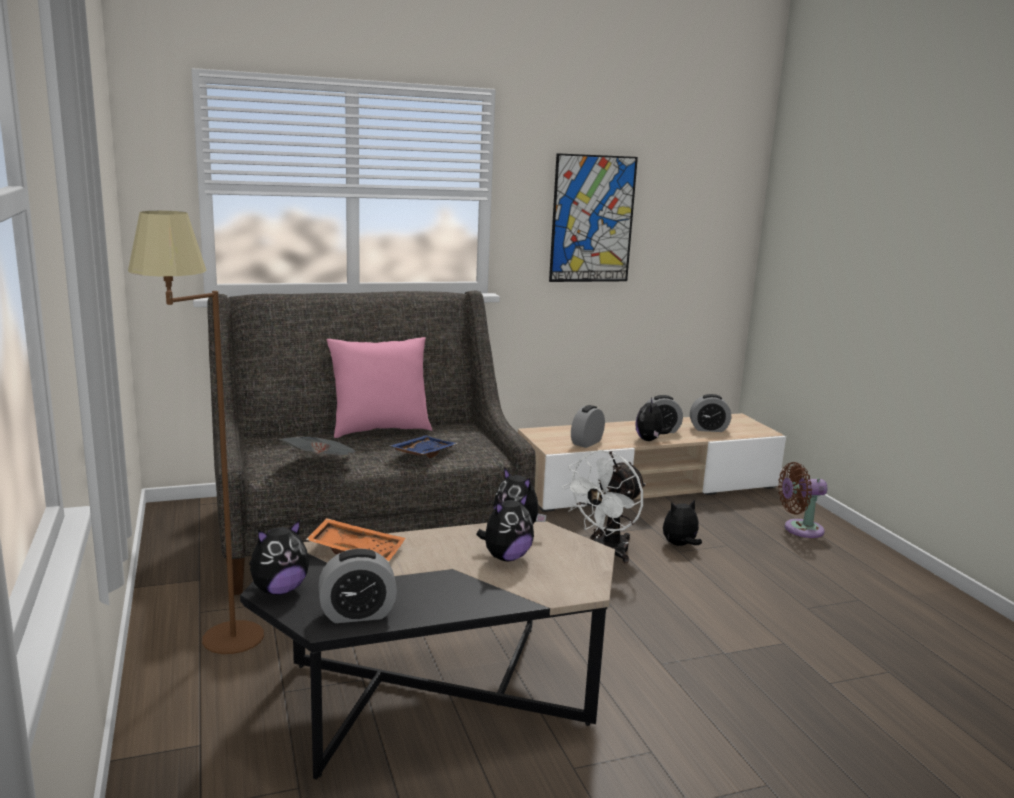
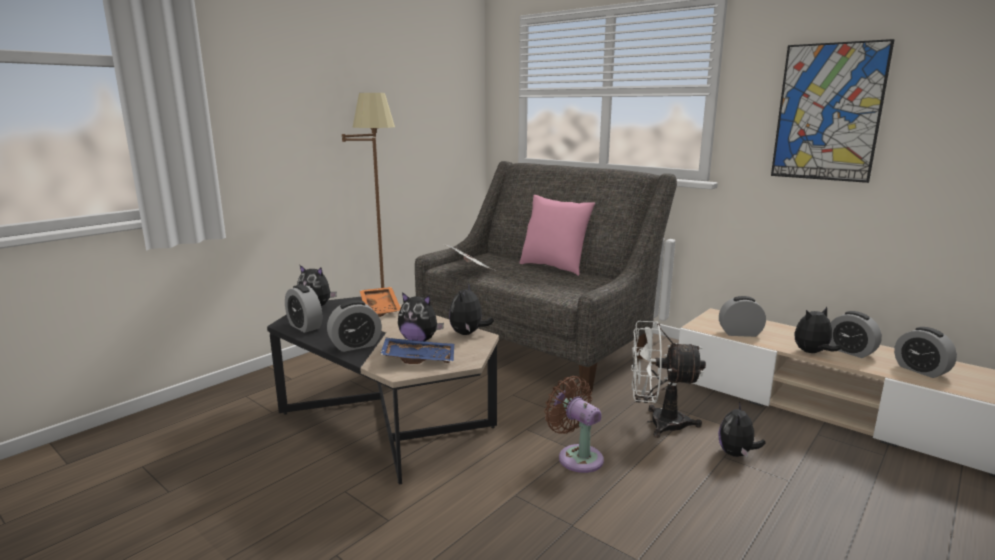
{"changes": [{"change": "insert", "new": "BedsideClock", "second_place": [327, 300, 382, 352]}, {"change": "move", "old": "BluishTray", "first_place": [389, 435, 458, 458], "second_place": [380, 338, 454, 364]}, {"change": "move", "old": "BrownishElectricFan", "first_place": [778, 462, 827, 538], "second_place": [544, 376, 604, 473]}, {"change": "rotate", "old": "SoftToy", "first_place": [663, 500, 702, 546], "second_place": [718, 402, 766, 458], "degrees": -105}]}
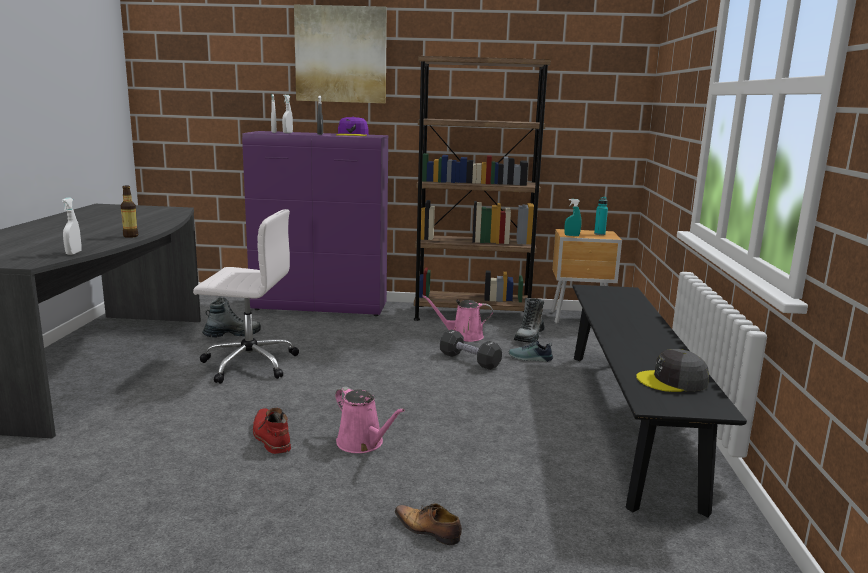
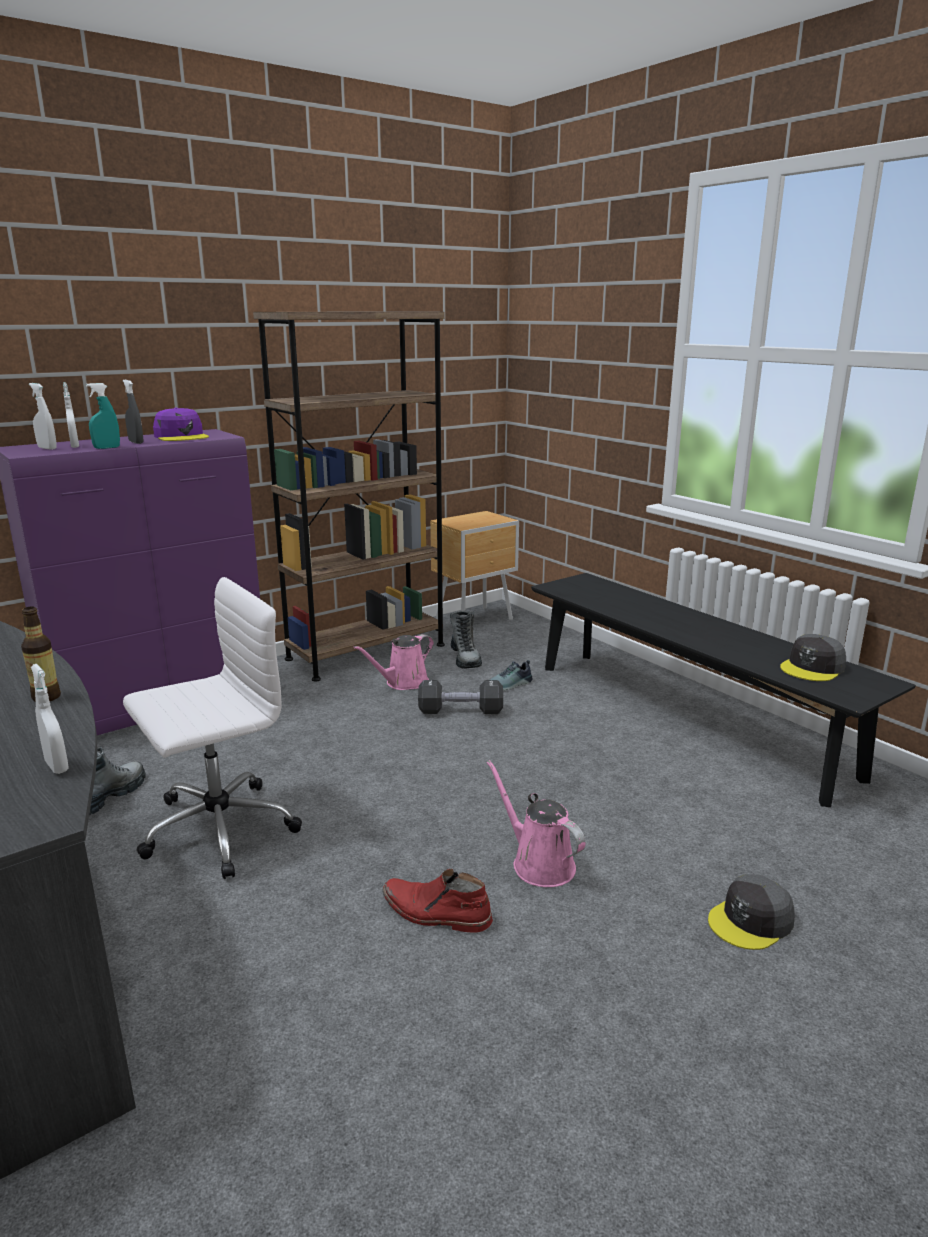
{"changes": [{"change": "delete", "old": "WallArt", "first_place": [294, 5, 387, 103]}, {"change": "delete", "old": "TurquoiseBottle", "first_place": [594, 197, 608, 235]}, {"change": "move", "old": "TurquoiseHandSprayer", "first_place": [564, 199, 581, 236], "second_place": [86, 383, 120, 449]}, {"change": "replace", "old": "LowShoe", "new": "GreyishPeakedCap", "first_place": [395, 503, 462, 545], "second_place": [708, 874, 795, 950]}, {"change": "rotate", "old": "PinkWateringCan", "first_place": [335, 386, 405, 453], "second_place": [487, 760, 585, 887], "degrees": -135}]}
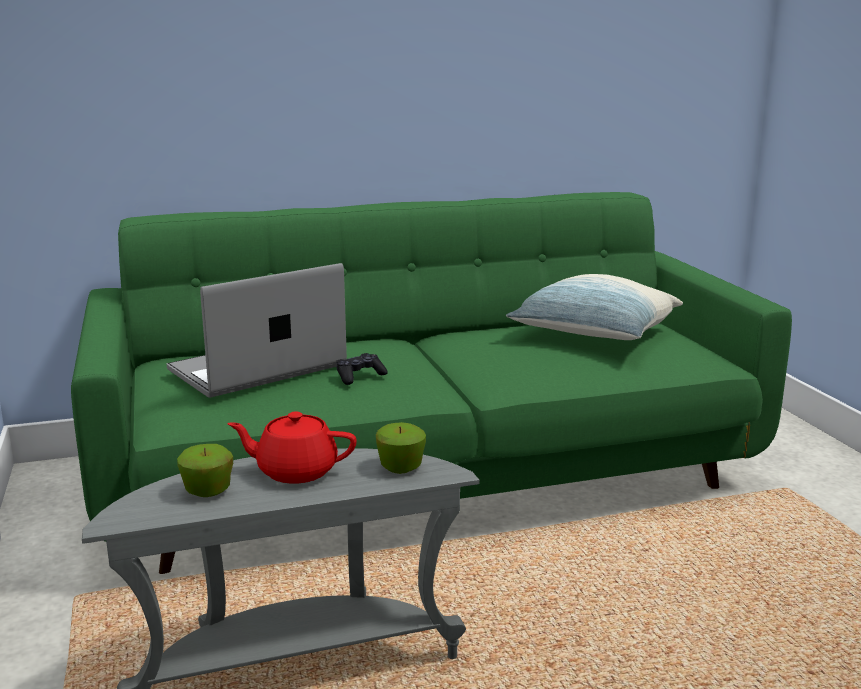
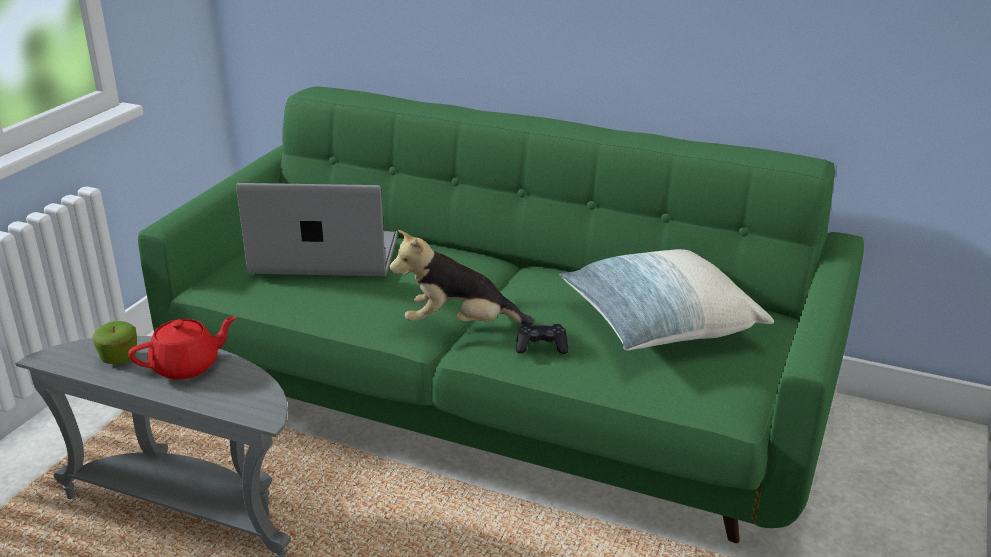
{"changes": [{"change": "delete", "old": "AppleFruit", "first_place": [376, 422, 426, 474]}, {"change": "insert", "new": "SoftToy", "second_place": [389, 230, 534, 325]}, {"change": "move", "old": "BlackishJoypad", "first_place": [336, 353, 388, 385], "second_place": [516, 323, 568, 354]}, {"change": "rotate", "old": "RedColouredTeaPot", "first_place": [227, 412, 357, 484], "second_place": [128, 316, 236, 380], "degrees": 105}]}
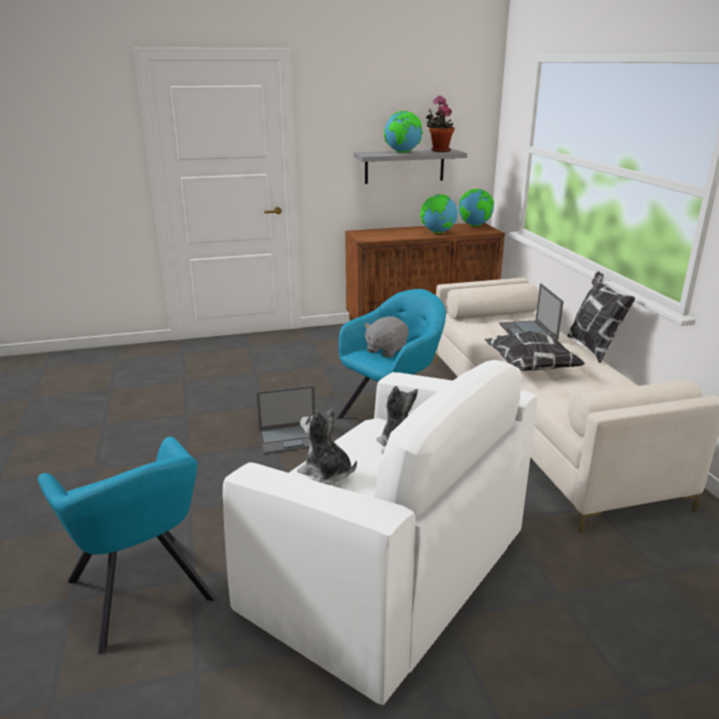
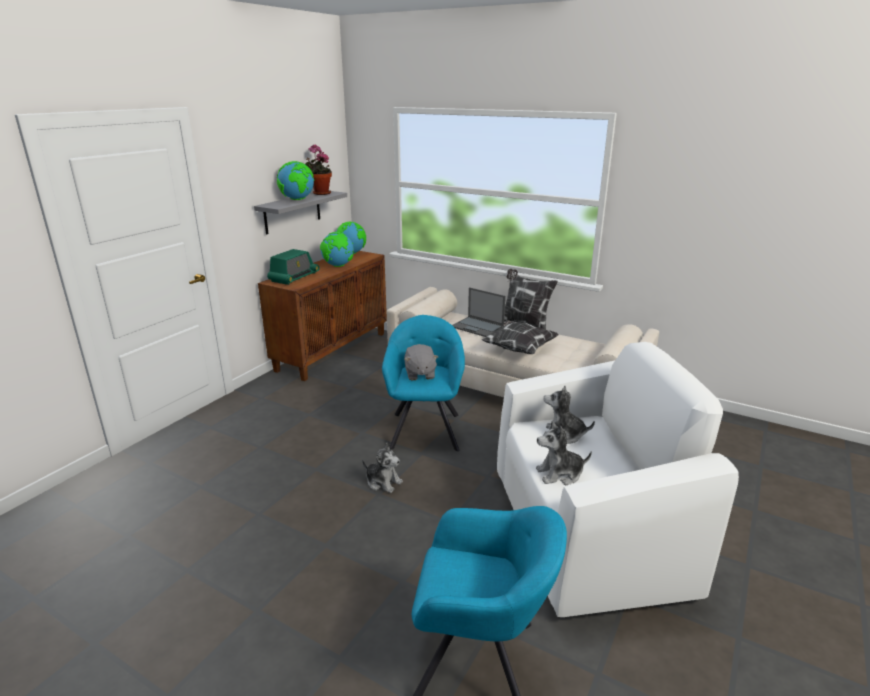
{"changes": [{"change": "insert", "new": "Radio", "second_place": [267, 249, 320, 285]}, {"change": "replace", "old": "Laptop", "new": "SoftToy", "first_place": [256, 385, 315, 454], "second_place": [362, 442, 403, 493]}]}
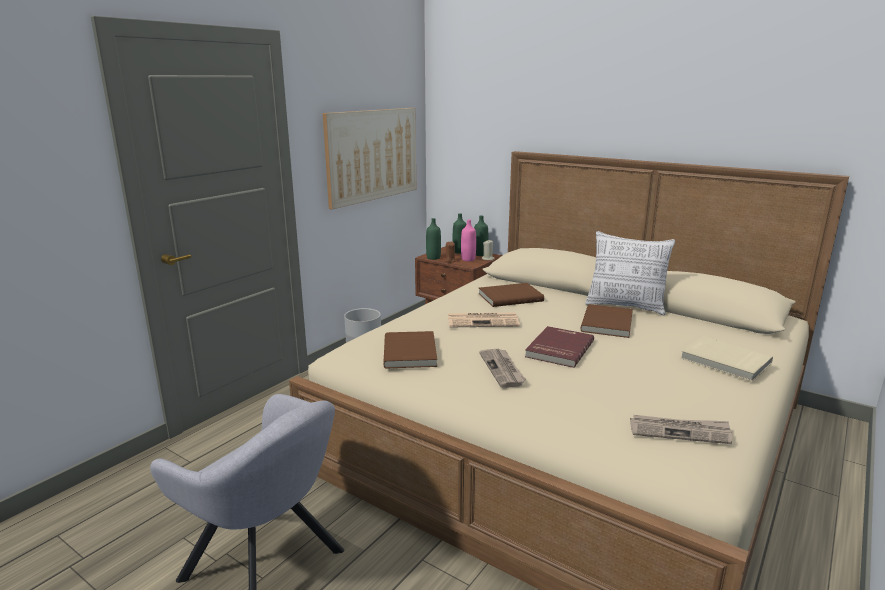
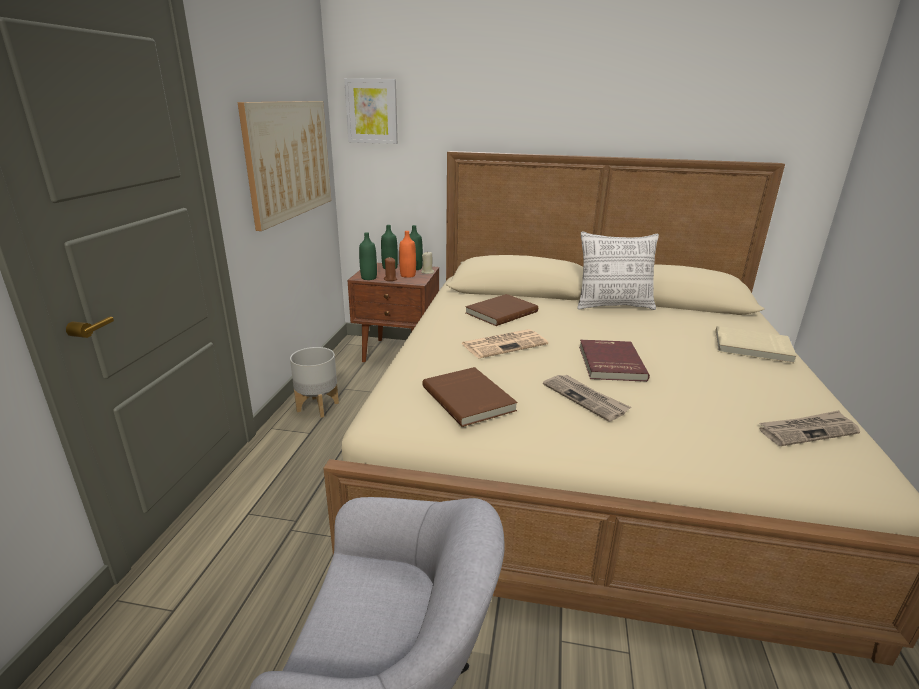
{"changes": [{"change": "delete", "old": "BrownishBoundBook", "first_place": [580, 304, 633, 338]}, {"change": "insert", "new": "WallArt", "second_place": [344, 78, 398, 144]}, {"change": "recolor", "old": "PinkBottle", "new": "OrangeyBottle", "first_place": [461, 219, 476, 261], "second_place": [399, 231, 416, 278]}]}
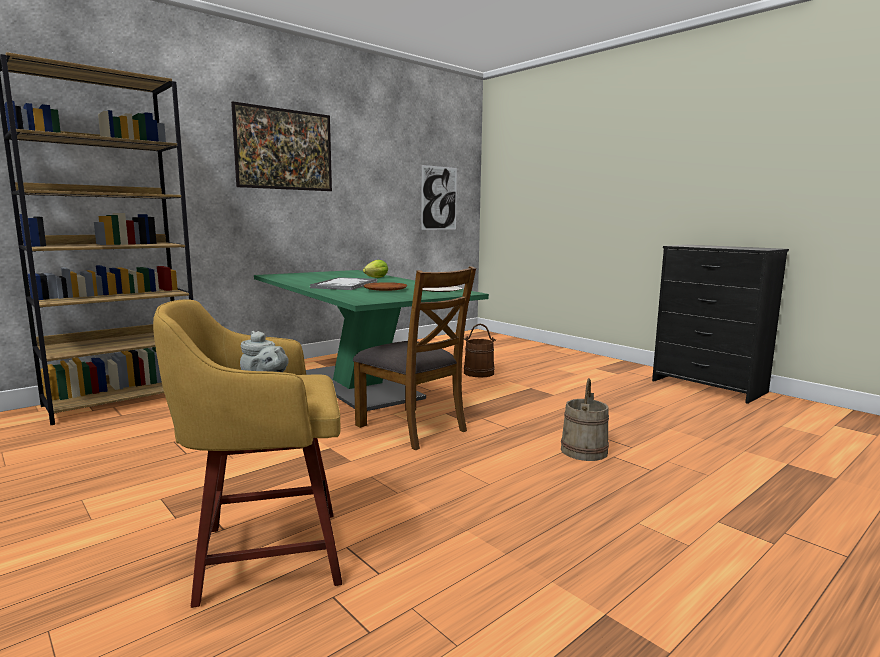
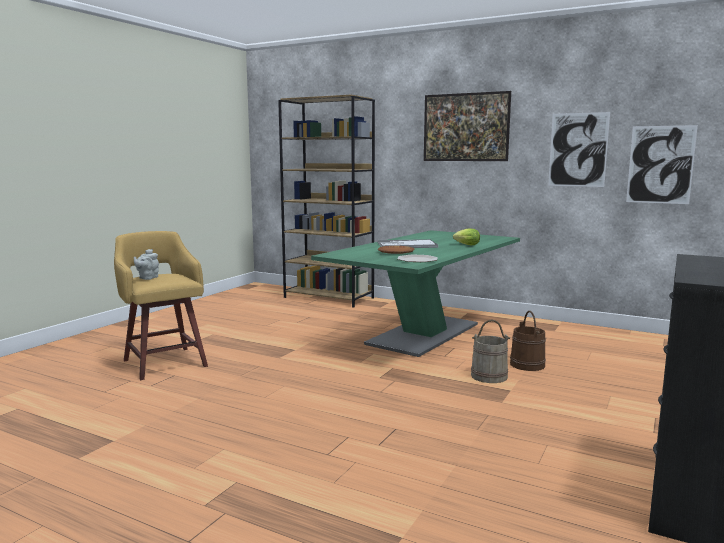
{"changes": [{"change": "delete", "old": "BrownishUprightChair", "first_place": [353, 266, 476, 450]}, {"change": "insert", "new": "WallArt", "second_place": [548, 112, 610, 187]}, {"change": "move", "old": "BeigeColouredBucket", "first_place": [561, 378, 609, 461], "second_place": [471, 319, 510, 383]}]}
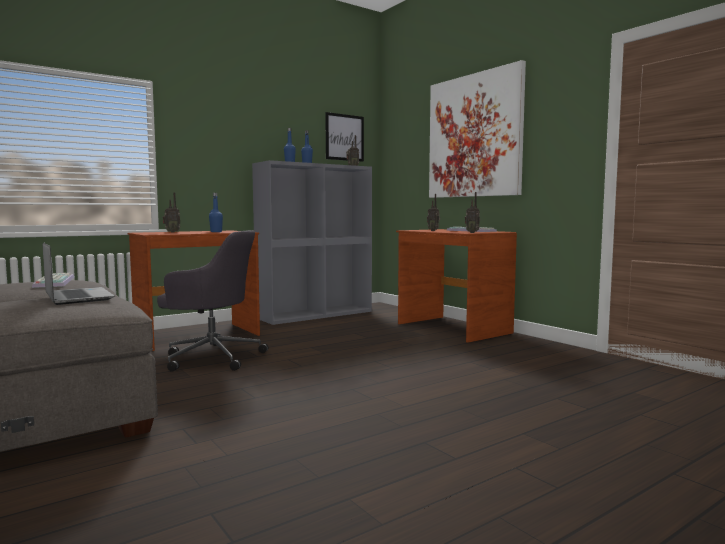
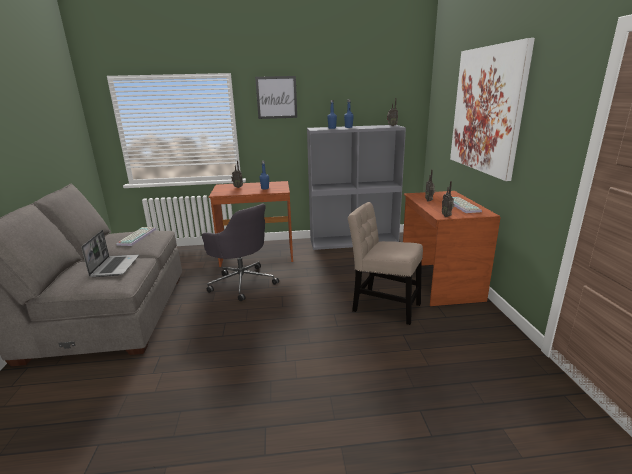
{"changes": [{"change": "insert", "new": "BeigeColouredUprightChair", "second_place": [348, 202, 423, 325]}, {"change": "move", "old": "WallArt", "first_place": [326, 112, 364, 162], "second_place": [255, 76, 297, 119]}]}
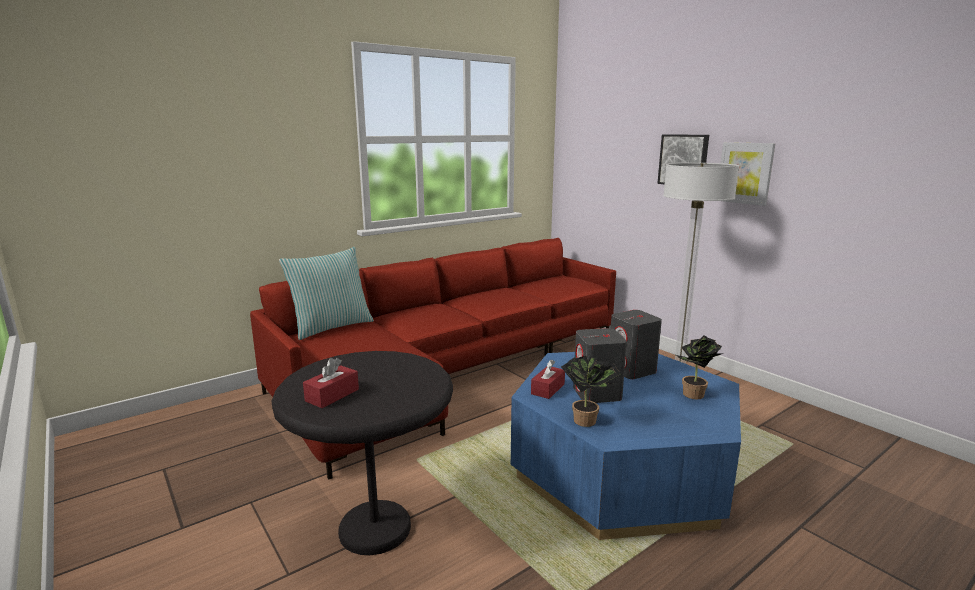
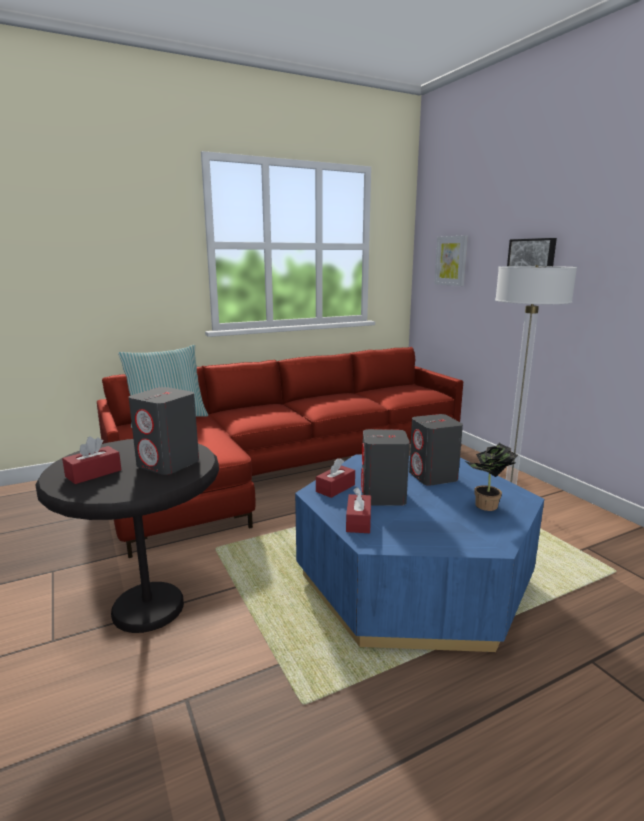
{"changes": [{"change": "insert", "new": "GreyishAudioSpeaker", "second_place": [129, 387, 199, 475]}, {"change": "move", "old": "WallArt", "first_place": [721, 142, 775, 206], "second_place": [434, 235, 468, 286]}, {"change": "replace", "old": "PottedPlant", "new": "RedColouredTissueBox", "first_place": [561, 356, 621, 427], "second_place": [346, 487, 371, 533]}]}
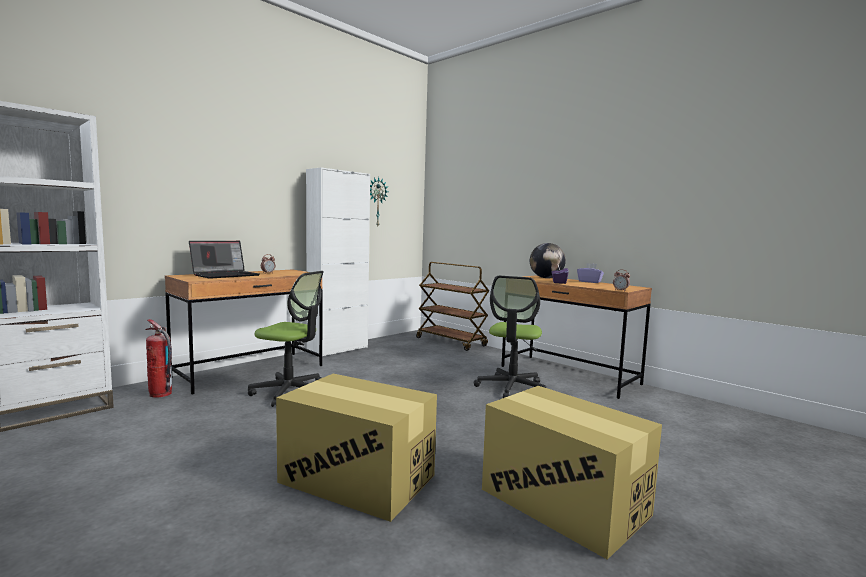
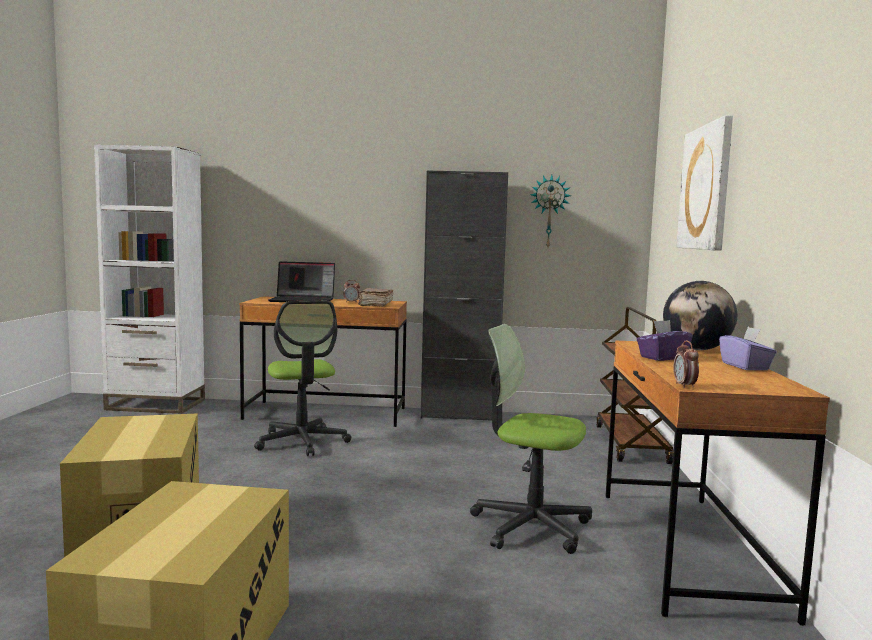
{"changes": [{"change": "delete", "old": "FireFightingCylinder", "first_place": [145, 319, 172, 398]}, {"change": "insert", "new": "BrownishBoundBook", "second_place": [358, 288, 393, 307]}, {"change": "insert", "new": "WallArt", "second_place": [676, 115, 733, 251]}, {"change": "recolor", "old": "WhitishCabinet", "new": "BlackishCabinet", "first_place": [306, 168, 370, 356], "second_place": [421, 170, 508, 421]}, {"change": "rotate", "old": "DeskChair", "first_place": [474, 276, 546, 398], "second_place": [470, 324, 592, 554], "degrees": 45}]}
